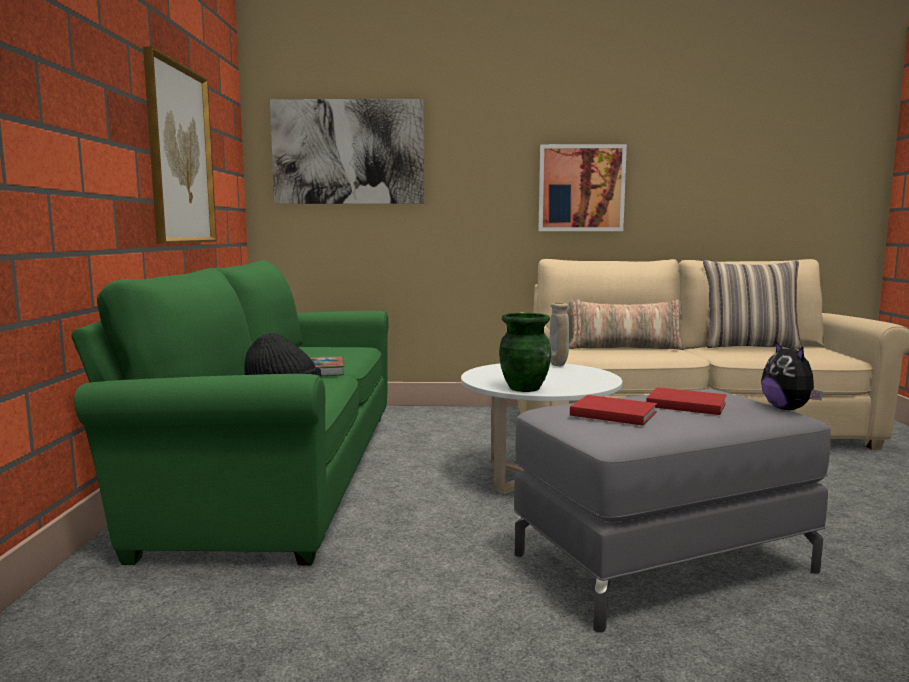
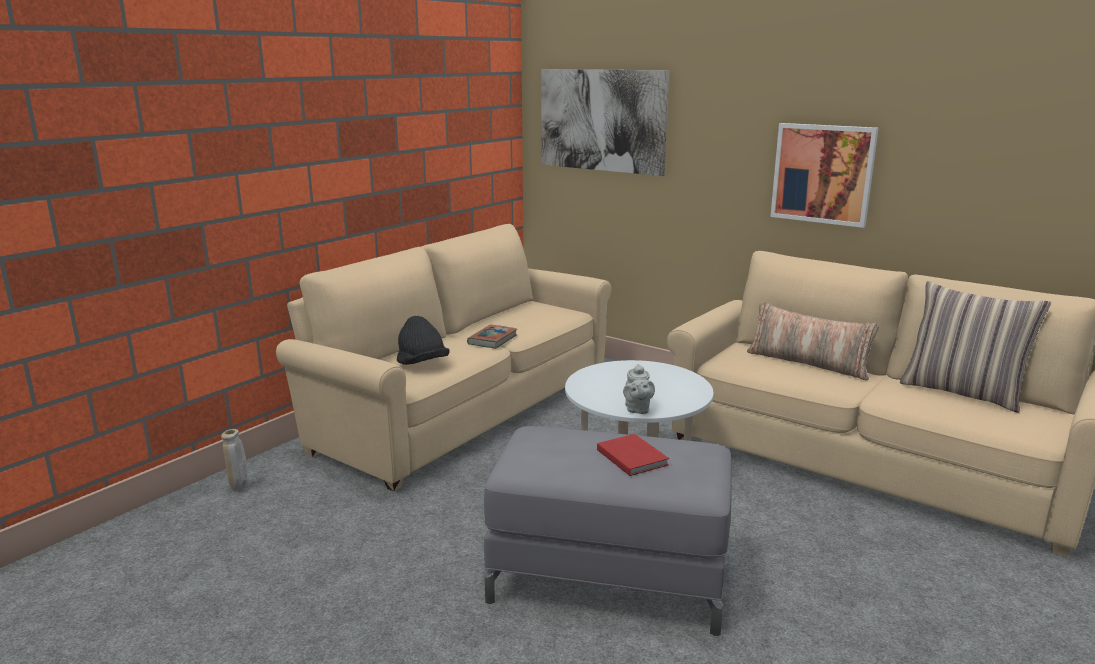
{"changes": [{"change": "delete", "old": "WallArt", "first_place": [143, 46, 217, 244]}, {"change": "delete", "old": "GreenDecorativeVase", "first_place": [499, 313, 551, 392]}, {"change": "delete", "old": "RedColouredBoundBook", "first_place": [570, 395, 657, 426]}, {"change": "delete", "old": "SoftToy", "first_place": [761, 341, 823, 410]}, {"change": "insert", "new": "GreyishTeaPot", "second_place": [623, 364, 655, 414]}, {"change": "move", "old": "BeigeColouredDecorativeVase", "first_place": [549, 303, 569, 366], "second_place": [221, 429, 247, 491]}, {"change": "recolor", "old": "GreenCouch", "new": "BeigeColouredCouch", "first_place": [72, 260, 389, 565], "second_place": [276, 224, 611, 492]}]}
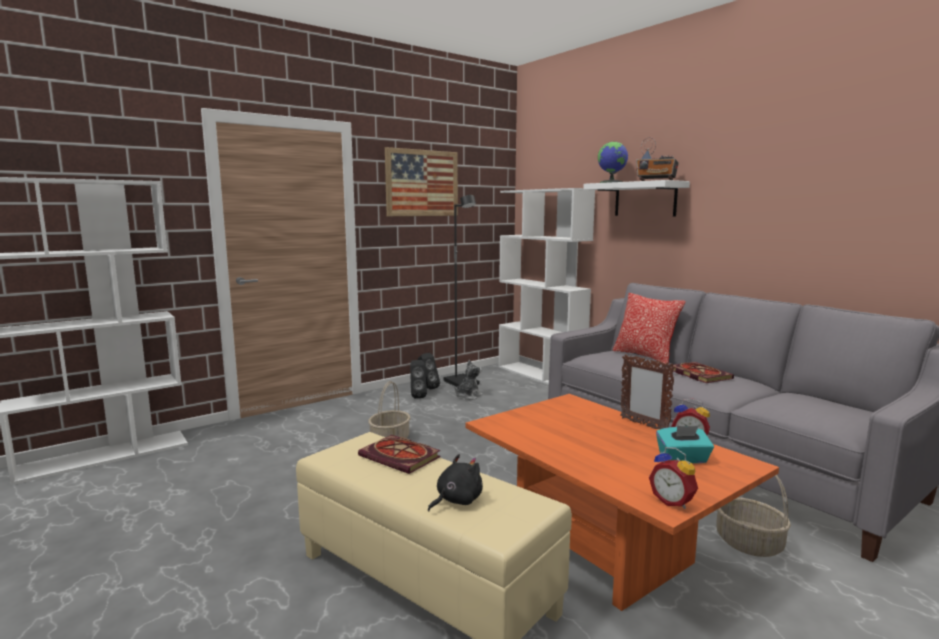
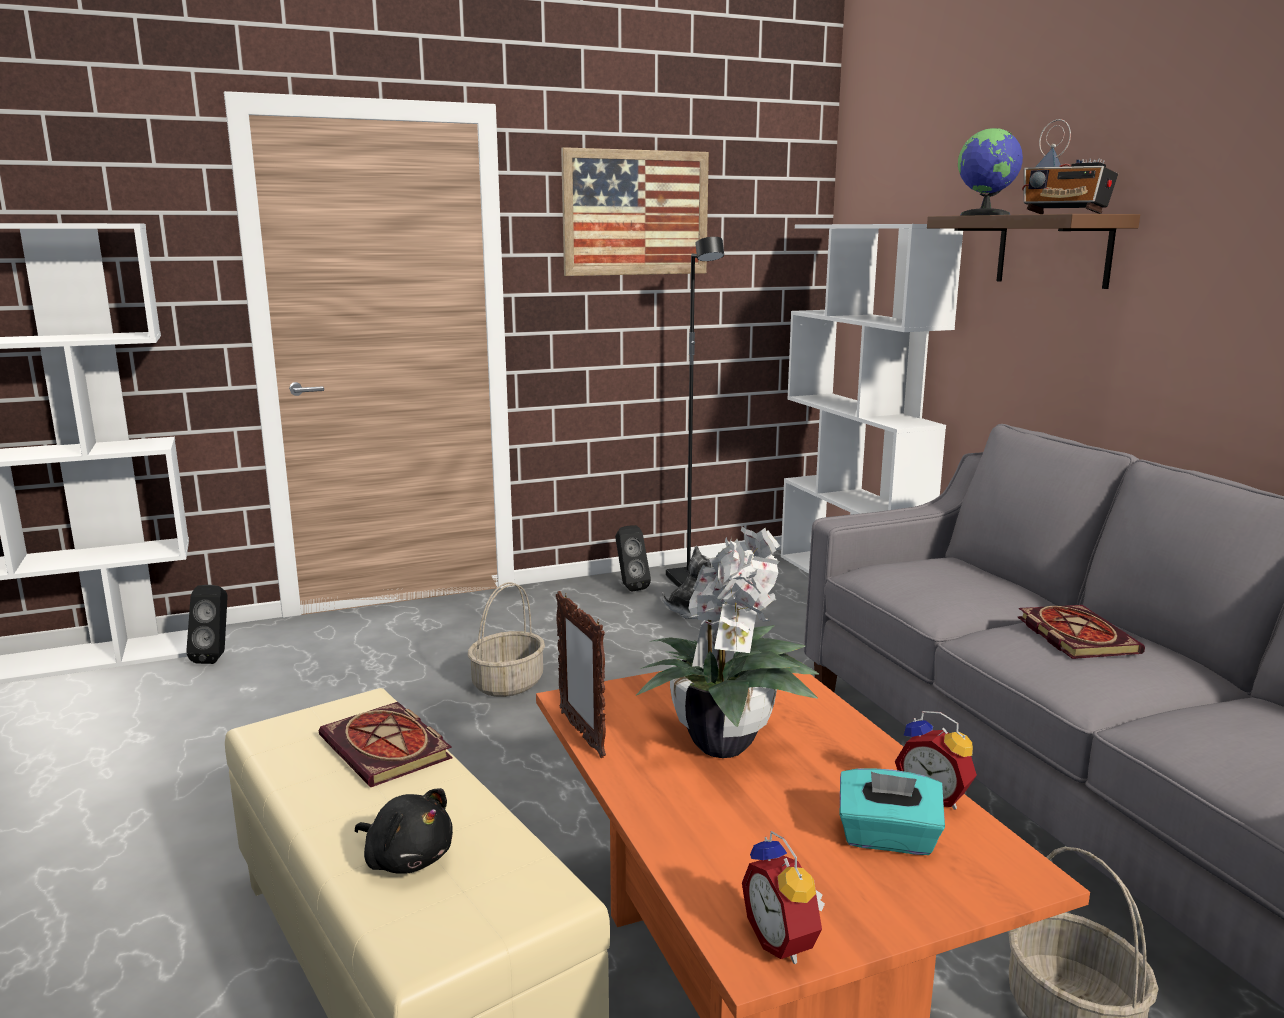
{"changes": [{"change": "delete", "old": "ThrowPillow", "first_place": [612, 293, 685, 364]}, {"change": "insert", "new": "PottedPlant", "second_place": [636, 526, 819, 758]}, {"change": "move", "old": "BlackishAudioSpeaker", "first_place": [410, 360, 427, 398], "second_place": [186, 585, 227, 664]}, {"change": "move", "old": "StandingFrame", "first_place": [621, 354, 675, 429], "second_place": [556, 591, 606, 758]}, {"change": "recolor", "old": "WhitishWallShelf", "new": "BrownishWallShelf", "first_place": [583, 180, 690, 216], "second_place": [927, 214, 1140, 289]}, {"change": "rotate", "old": "BlackishSoftToy", "first_place": [428, 454, 483, 512], "second_place": [355, 788, 453, 874], "degrees": 60}]}
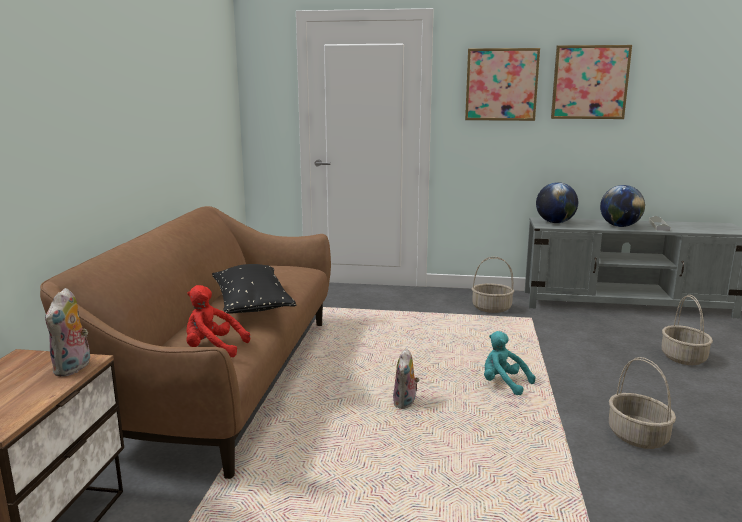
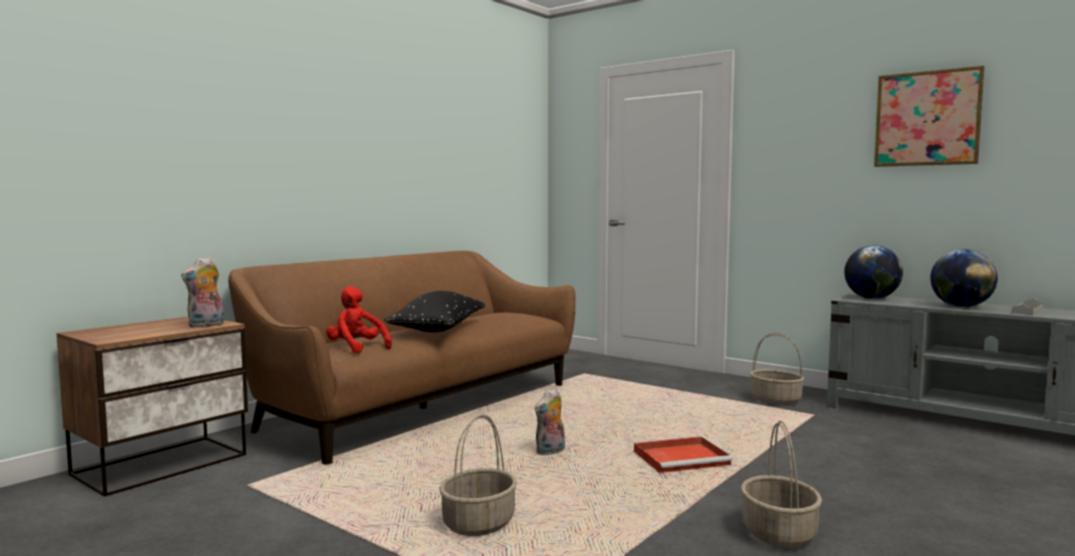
{"changes": [{"change": "delete", "old": "WallArt", "first_place": [465, 48, 540, 121]}, {"change": "move", "old": "StorageBasket", "first_place": [662, 295, 713, 365], "second_place": [439, 415, 517, 536]}, {"change": "replace", "old": "TurquoiseSoftToy", "new": "RedColouredTray", "first_place": [484, 331, 535, 395], "second_place": [634, 436, 733, 473]}]}
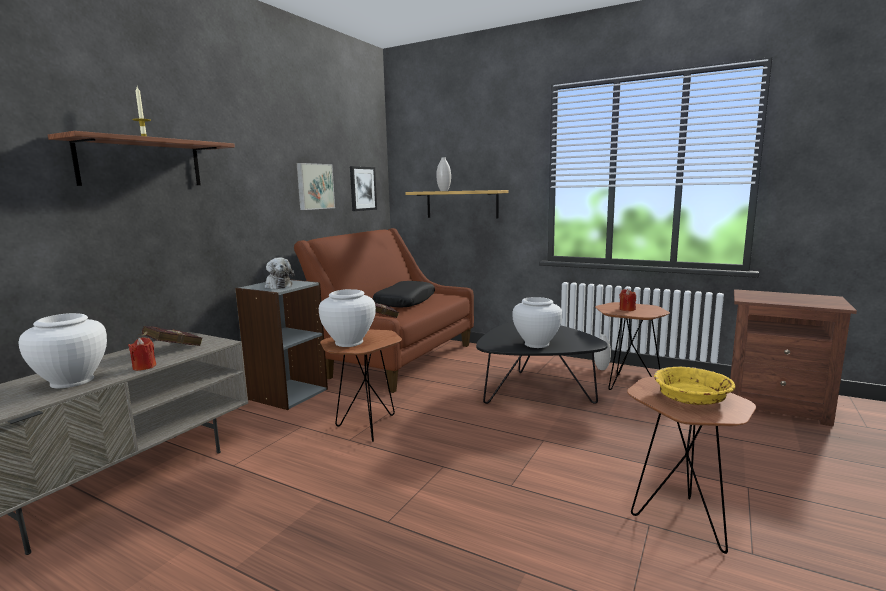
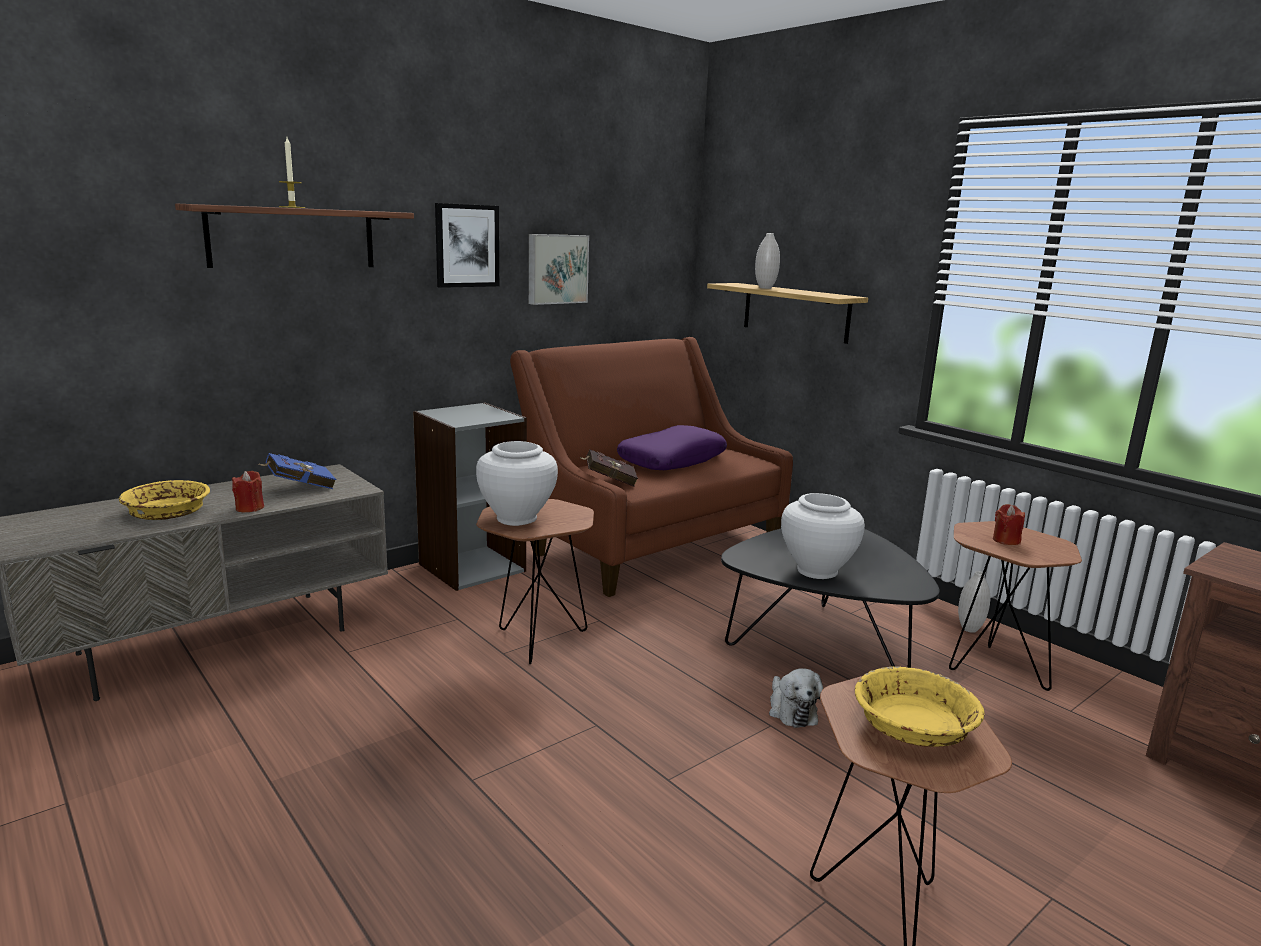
{"changes": [{"change": "move", "old": "SoftToy", "first_place": [264, 258, 294, 289], "second_place": [769, 669, 823, 728]}, {"change": "move", "old": "WallArt", "first_place": [350, 166, 377, 211], "second_place": [435, 203, 499, 288]}, {"change": "replace", "old": "WhitishDecorativeVase", "new": "YellowColouredBowl", "first_place": [18, 313, 107, 389], "second_place": [119, 480, 210, 520]}, {"change": "recolor", "old": "RedColouredBoundBook", "new": "BluishBoundBook", "first_place": [138, 326, 203, 346], "second_place": [258, 453, 336, 489]}, {"change": "recolor", "old": "BlackishThrowPillow", "new": "PurplishThrowPillow", "first_place": [373, 281, 435, 308], "second_place": [617, 425, 727, 470]}]}
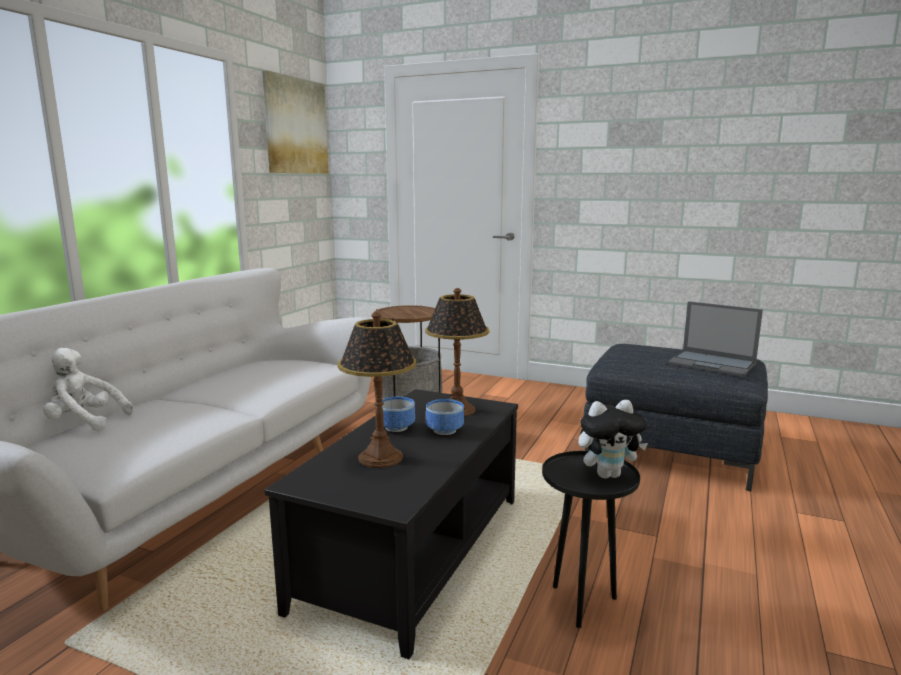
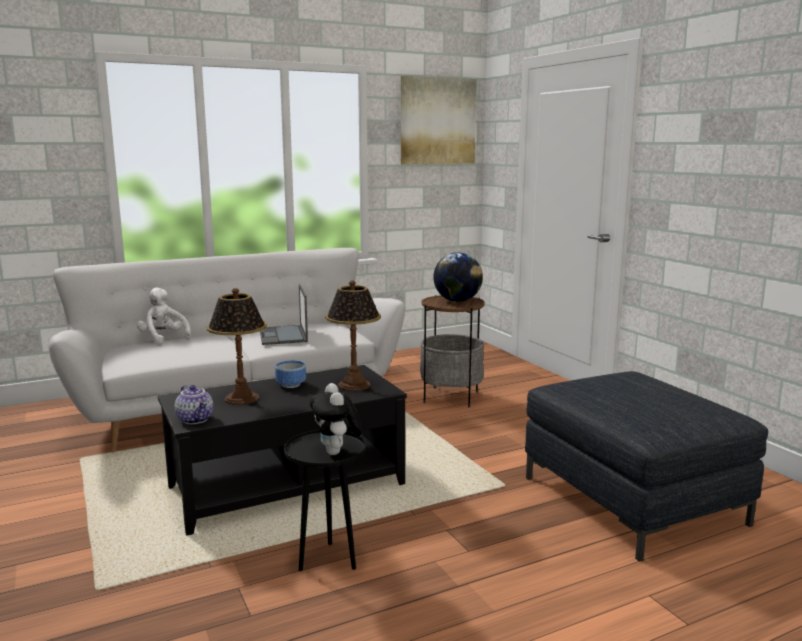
{"changes": [{"change": "delete", "old": "Bowl", "first_place": [426, 399, 464, 435]}, {"change": "insert", "new": "TeaPot", "second_place": [175, 385, 213, 424]}, {"change": "insert", "new": "WorldGlobe", "second_place": [433, 252, 483, 302]}, {"change": "move", "old": "Laptop", "first_place": [667, 301, 763, 377], "second_place": [260, 284, 308, 345]}, {"change": "rotate", "old": "SoftToy", "first_place": [578, 400, 648, 479], "second_place": [310, 383, 363, 455], "degrees": 45}]}
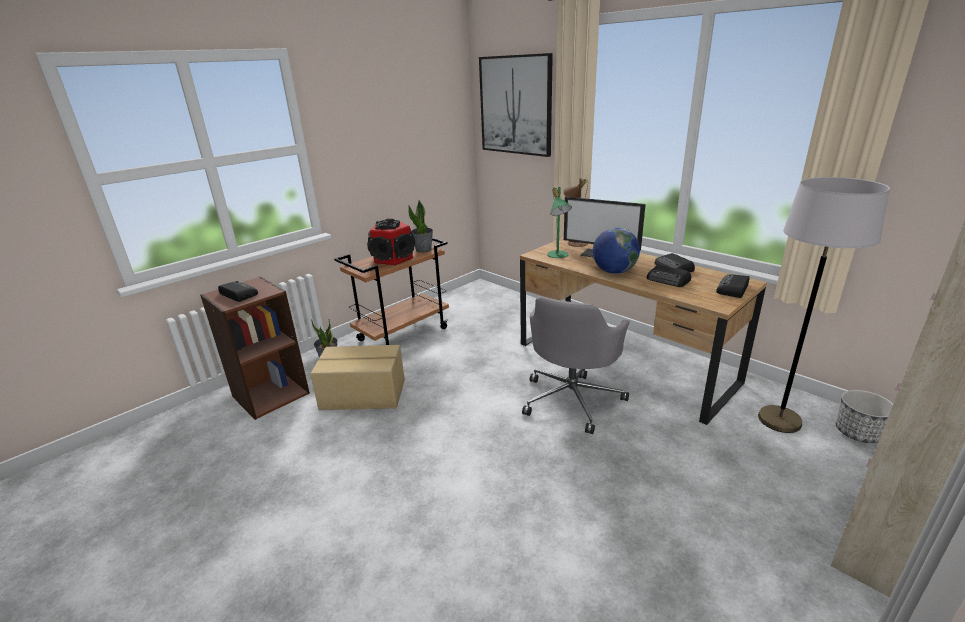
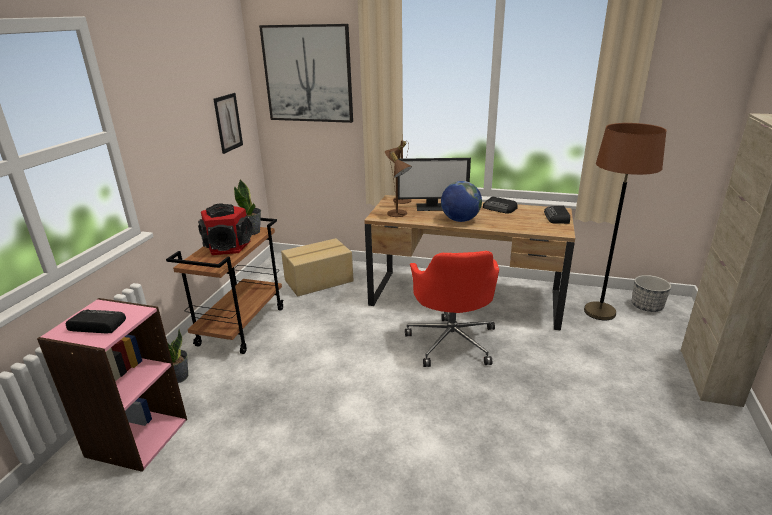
{"changes": [{"change": "delete", "old": "Radio", "first_place": [647, 265, 691, 287]}, {"change": "insert", "new": "WallArt", "second_place": [214, 93, 243, 154]}, {"change": "move", "old": "Carton", "first_place": [310, 345, 405, 410], "second_place": [281, 238, 354, 297]}, {"change": "recolor", "old": "BrownishShelvingUnit", "new": "PinkShelvingUnit", "first_place": [200, 276, 310, 420], "second_place": [37, 298, 187, 472]}, {"change": "recolor", "old": "GreyishDeskChair", "new": "RedColouredDeskChair", "first_place": [522, 297, 630, 434], "second_place": [405, 251, 499, 367]}, {"change": "recolor", "old": "GreenLampForATable", "new": "BrownishLampForATable", "first_place": [547, 186, 572, 258], "second_place": [387, 150, 412, 217]}, {"change": "recolor", "old": "GreyishFloorLamp", "new": "BrownishFloorLamp", "first_place": [758, 177, 890, 433], "second_place": [584, 123, 667, 320]}]}
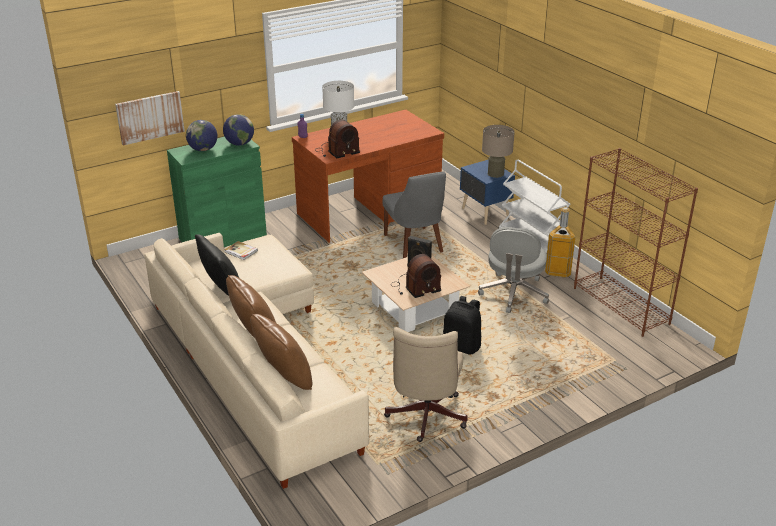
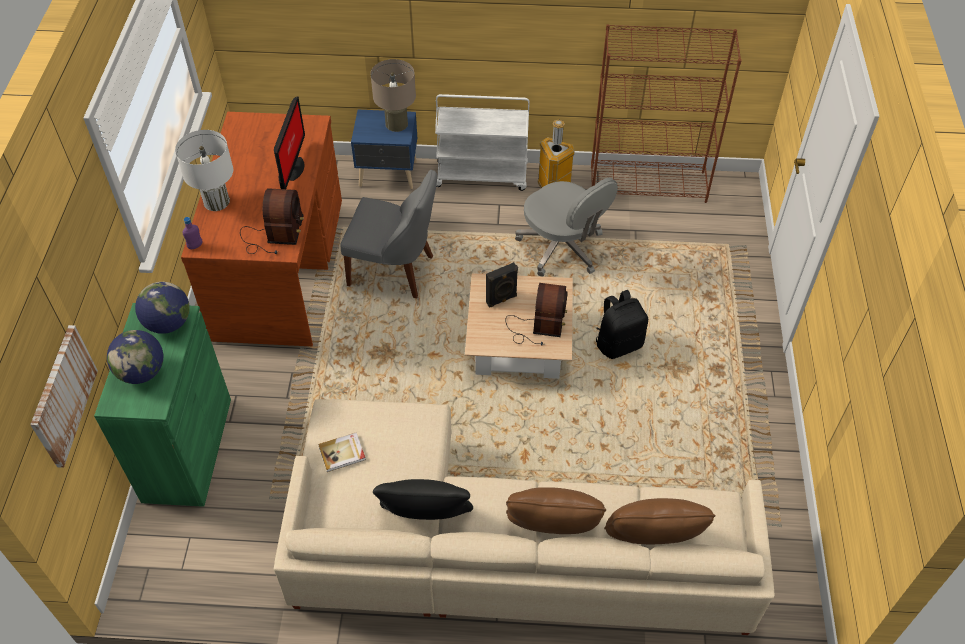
{"changes": [{"change": "delete", "old": "BeigeColouredDeskChair", "first_place": [384, 327, 468, 442]}, {"change": "insert", "new": "ComputerScreen", "second_place": [274, 96, 305, 189]}]}
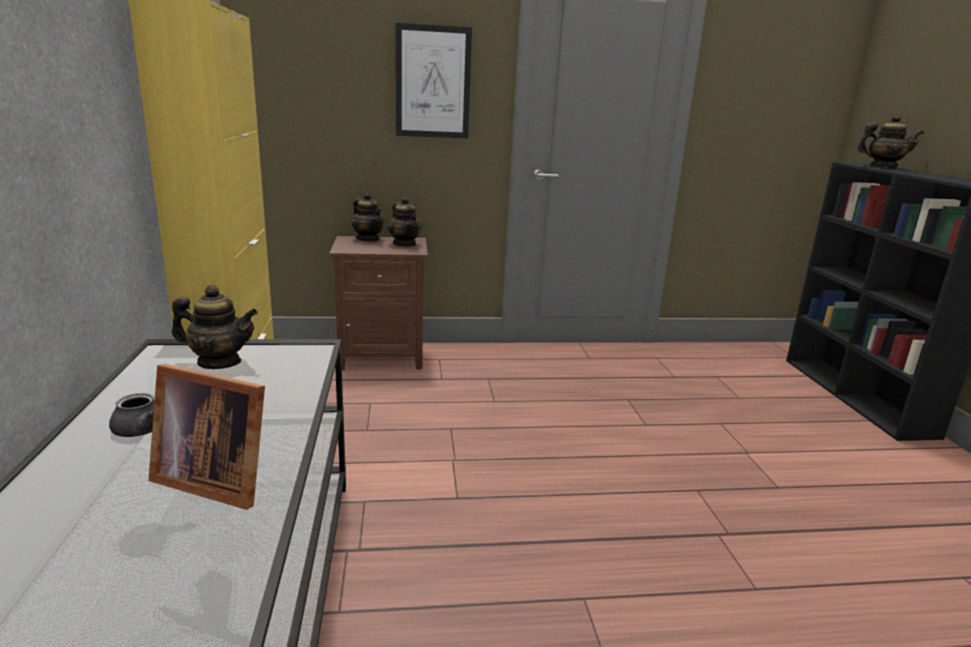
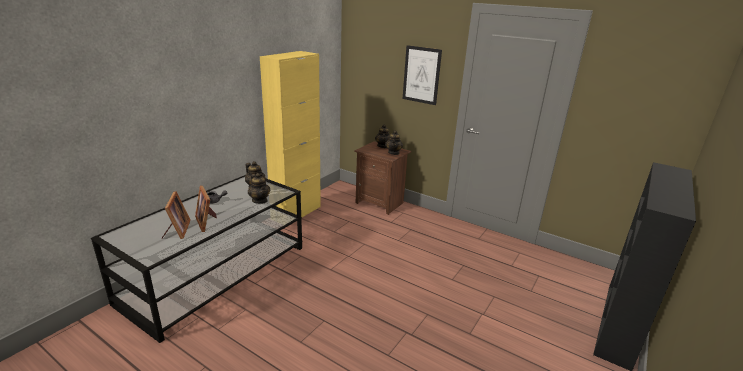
{"changes": [{"change": "insert", "new": "StandingFrame", "second_place": [161, 191, 191, 239]}, {"change": "move", "old": "TeaPot", "first_place": [857, 114, 924, 167], "second_place": [248, 173, 270, 204]}]}
